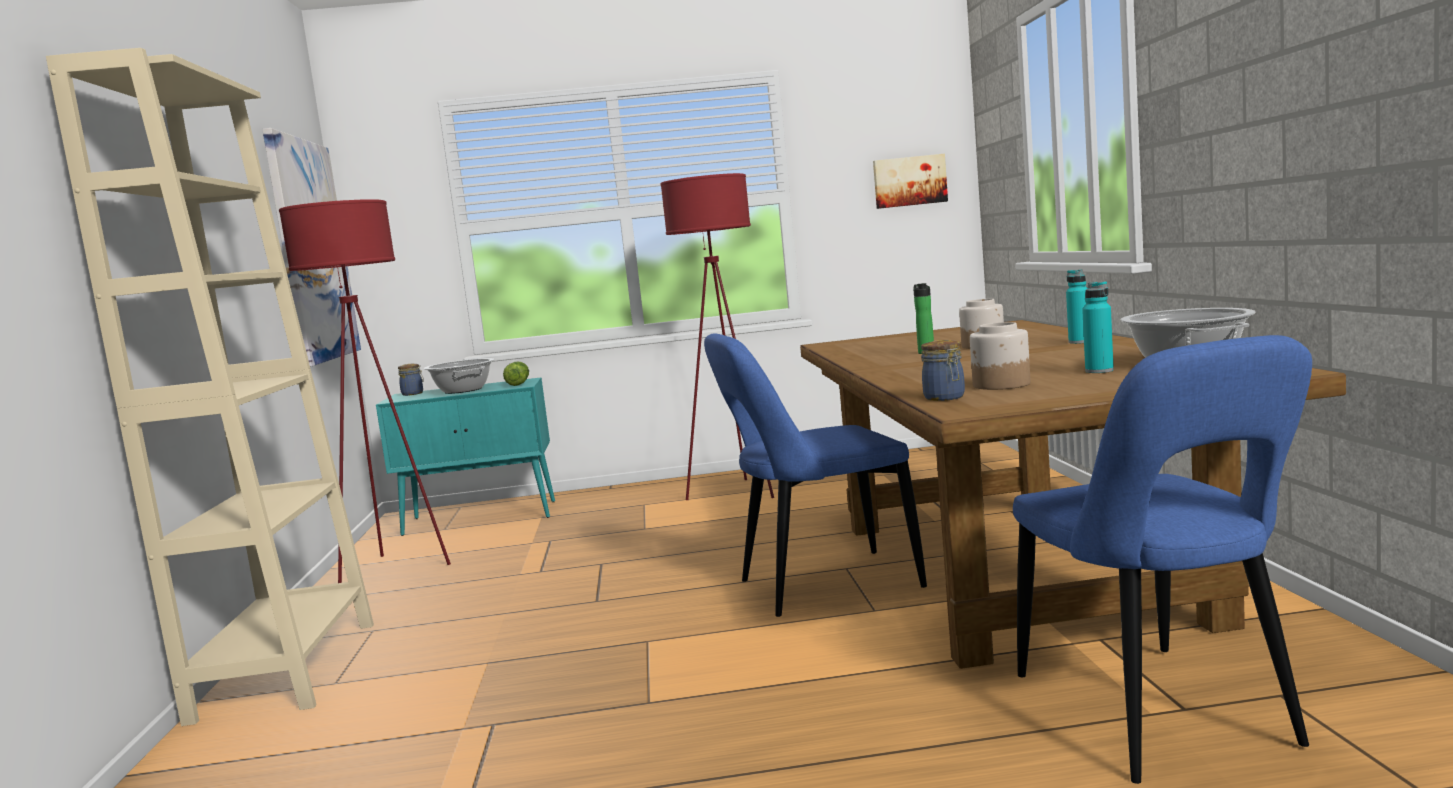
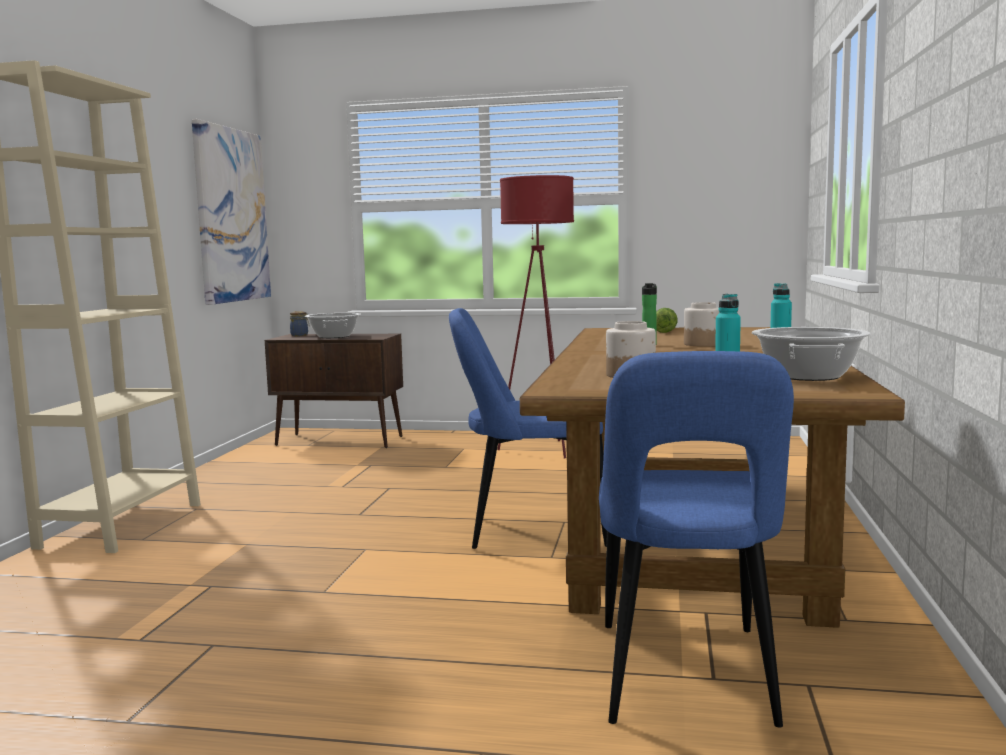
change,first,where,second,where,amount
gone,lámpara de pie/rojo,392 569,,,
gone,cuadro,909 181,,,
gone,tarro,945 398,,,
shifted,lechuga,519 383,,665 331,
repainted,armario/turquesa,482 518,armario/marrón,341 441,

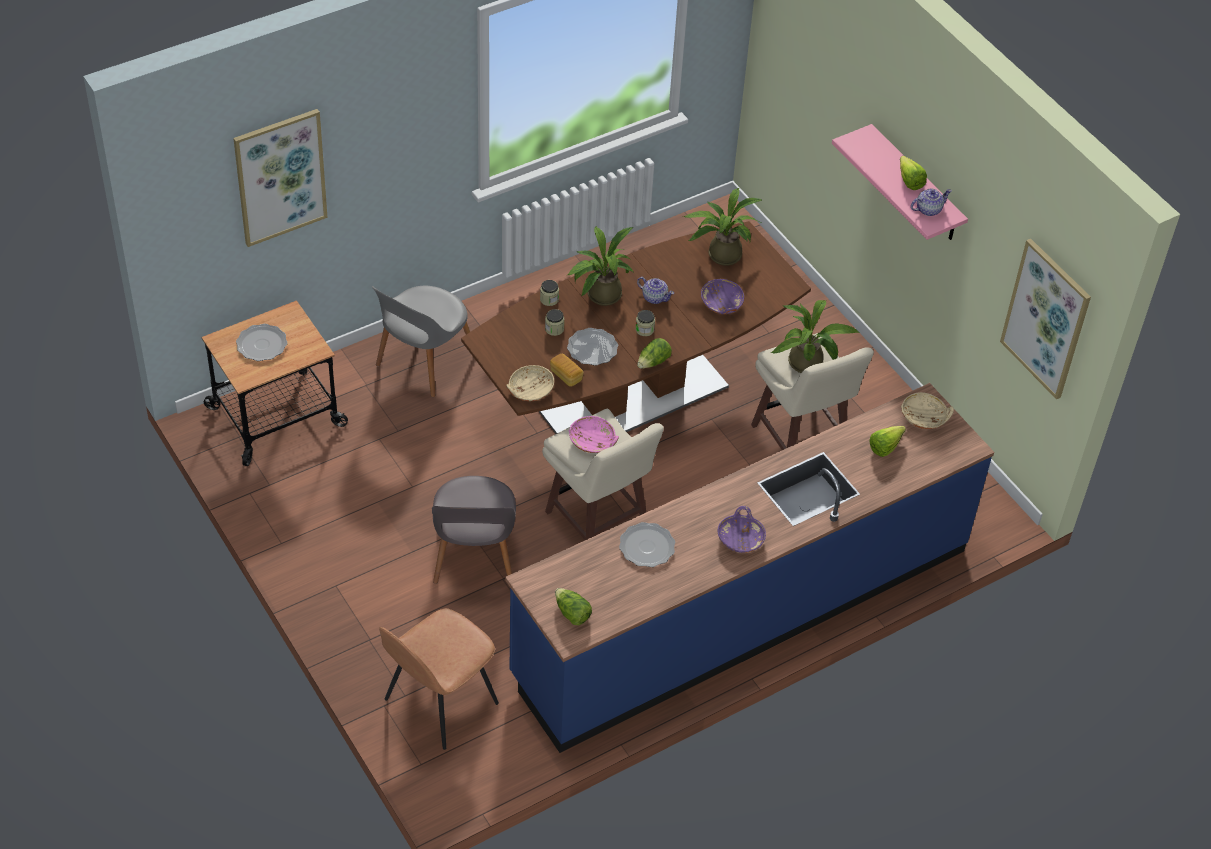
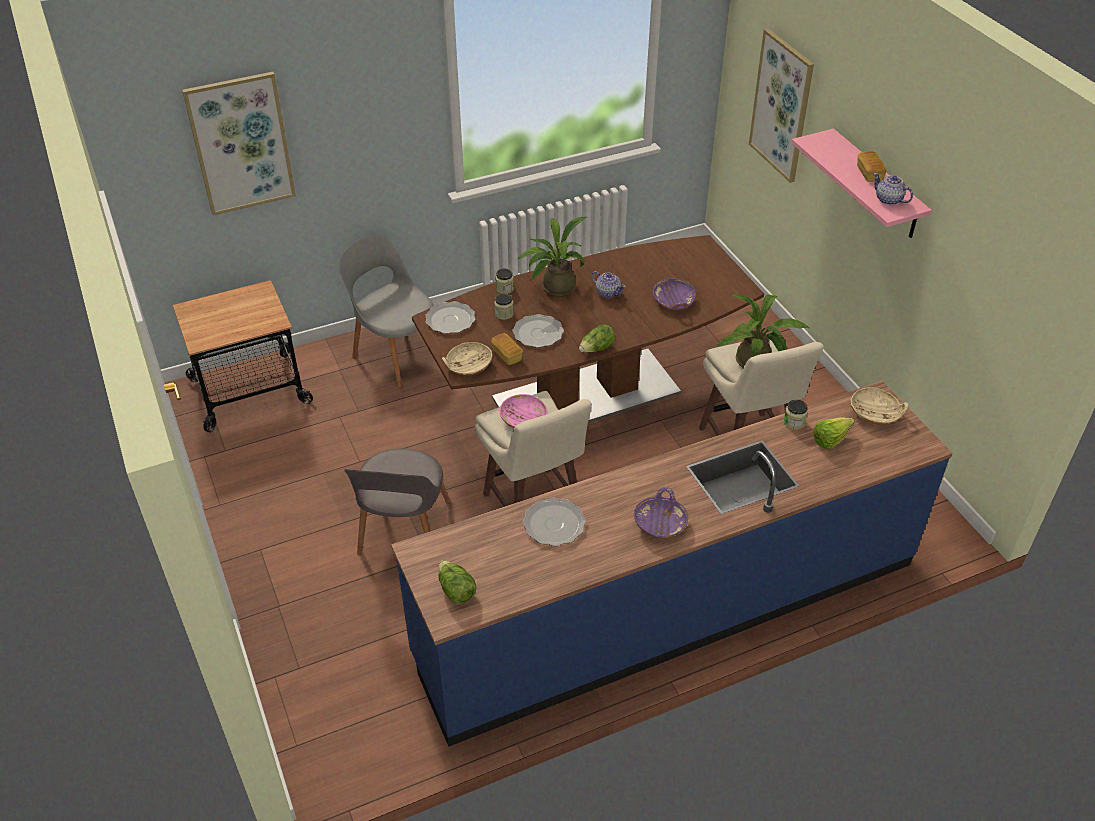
change,first,where,second,where,amount
gone,silla/marrón,439 703,,,
gone,planta en maceta,720 254,,,
shifted,plato,262 344,,450 319,
shifted,tarro,644 329,,794 422,
shifted,cuadro,1046 318,,781 106,
swapped,lechuga,909 179,pan,869 174,
rotated,silla/gris,423 362,,397 354,90 degrees clockwise
rotated,tetera,928 209,,889 200,120 degrees counterclockwise

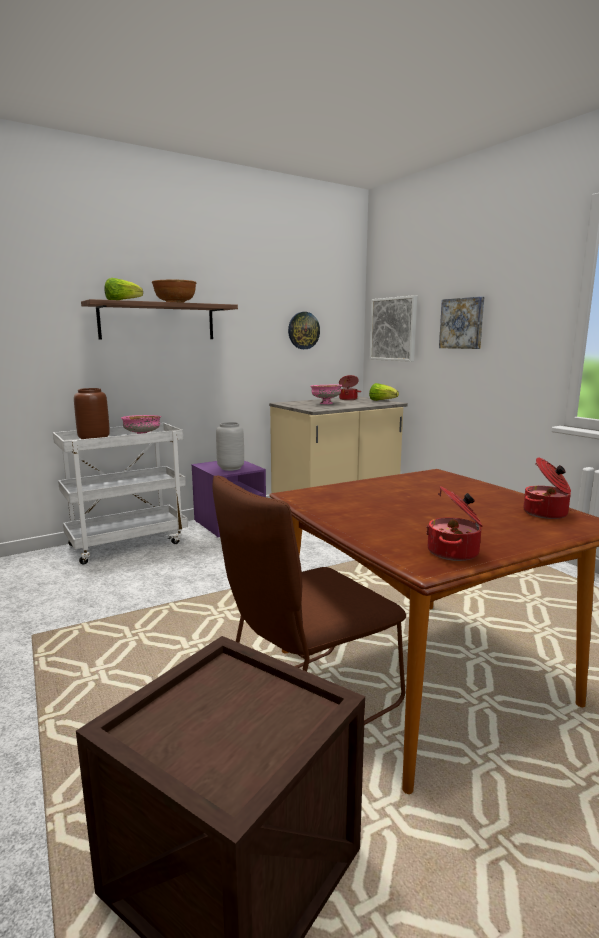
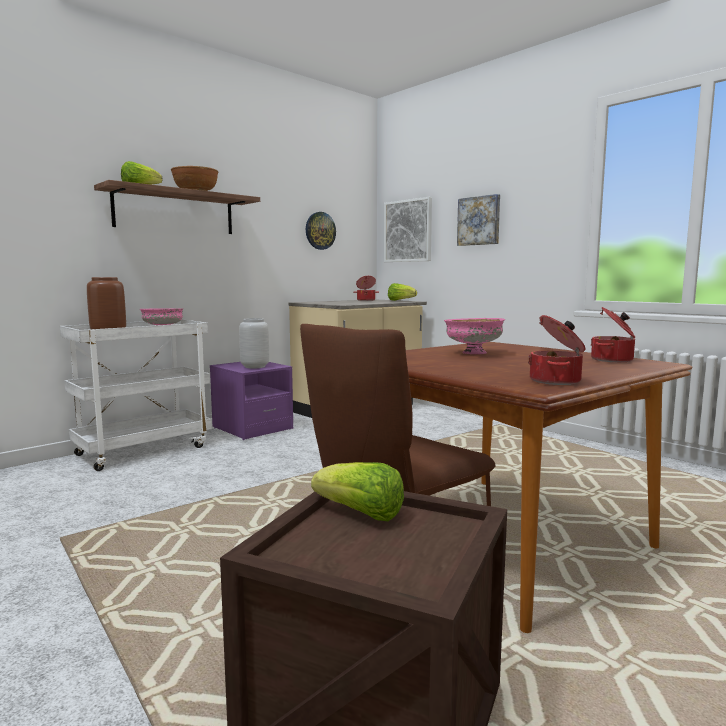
change,first,where,second,where,amount
new,,,lechuga,361 514,
shifted,cuenco/rosa,325 403,,473 353,

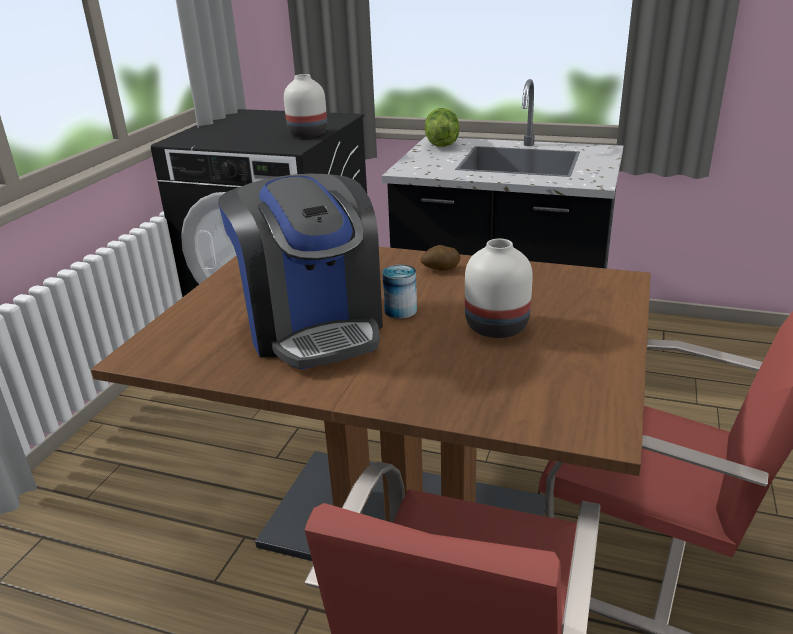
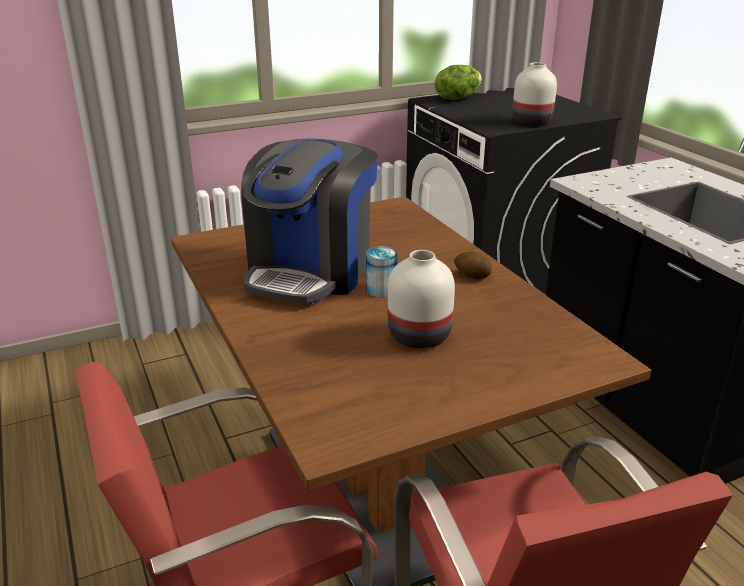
change,first,where,second,where,amount
shifted,lechuga,441 144,,457 98,

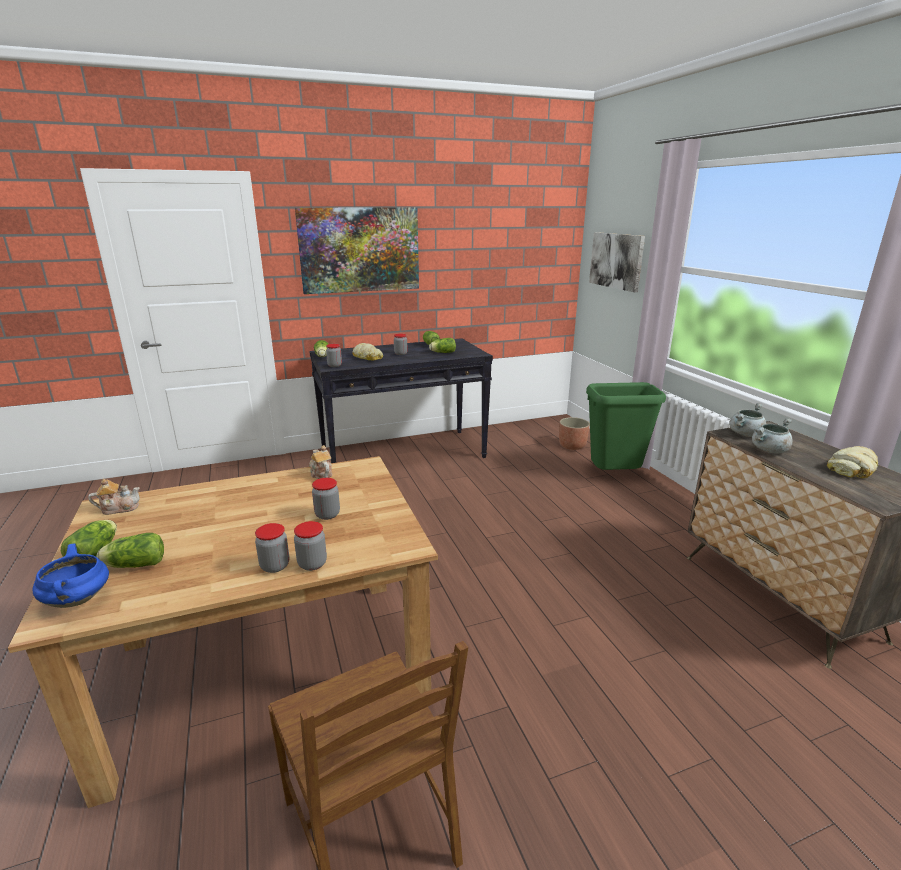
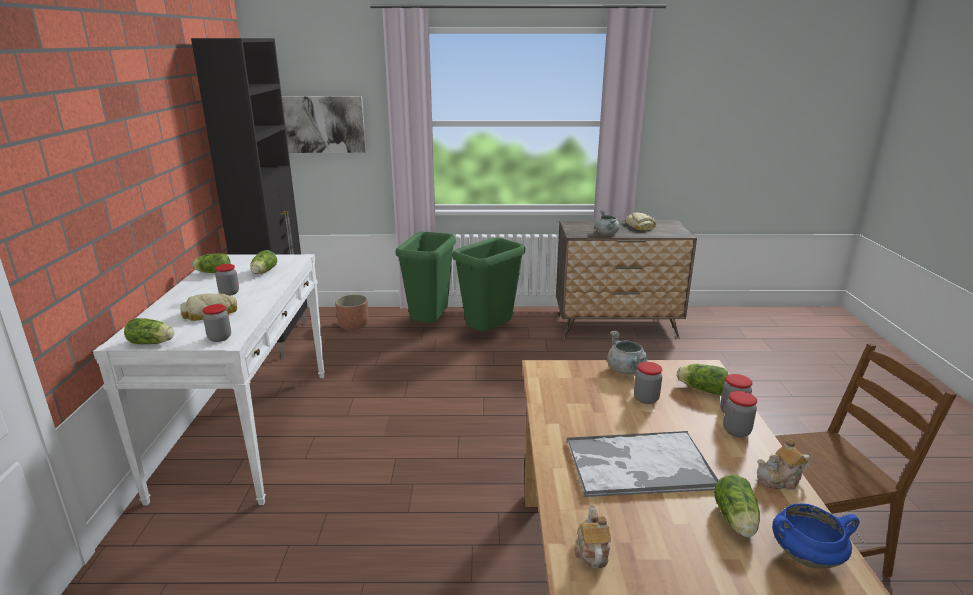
change,first,where,second,where,amount
gone,cuadro,360 250,,,
new,,,armario/negro,280 339,
new,,,papelera/verde,488 334,
new,,,bandeja,637 465,
shifted,lechuga,96 551,,700 389,
shifted,tetera,321 473,,780 480,
shifted,olla/gris,745 434,,627 371,
repainted,mesa consola/negro,403 454,mesa consola/blanco,247 430,

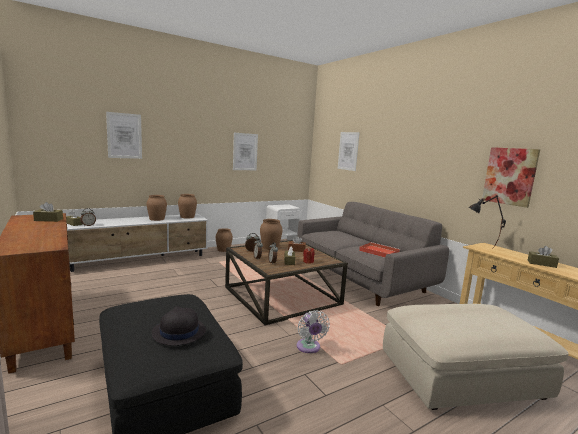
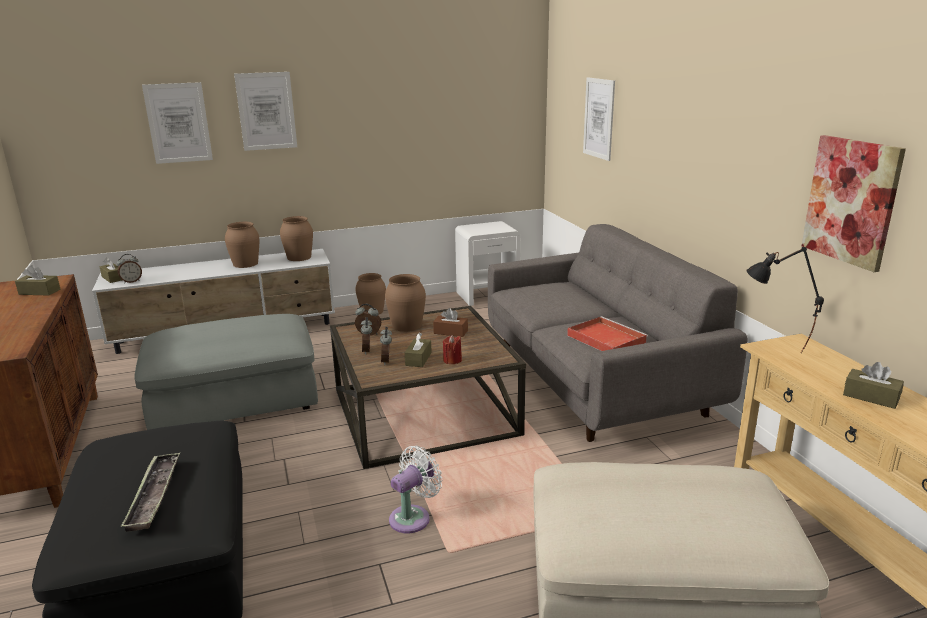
change,first,where,second,where,amount
new,,,puf/gris,235 397,
shifted,cuadro,245 152,,266 111,
swapped,sombrero/negro,178 332,bandeja,154 495,
rotated,ventilador/blanco,309 348,,413 517,135 degrees counterclockwise

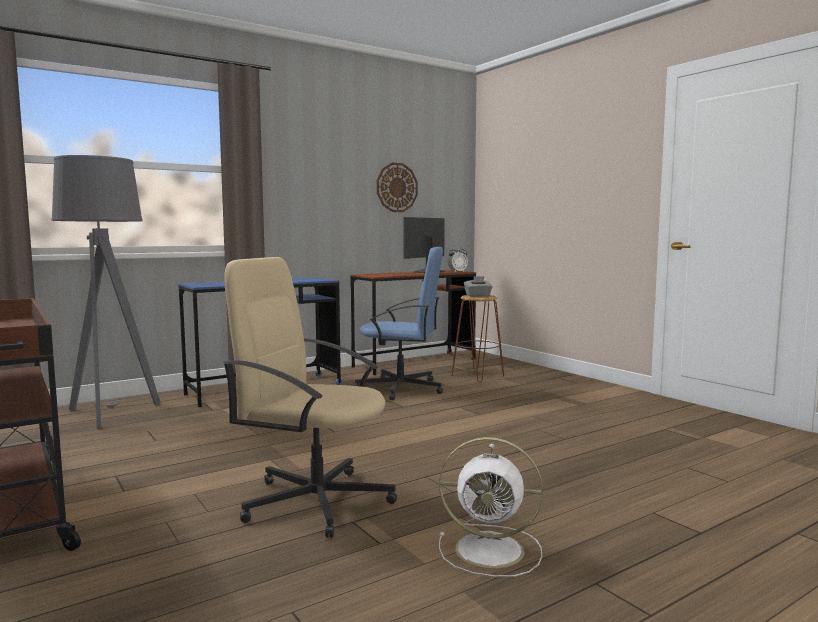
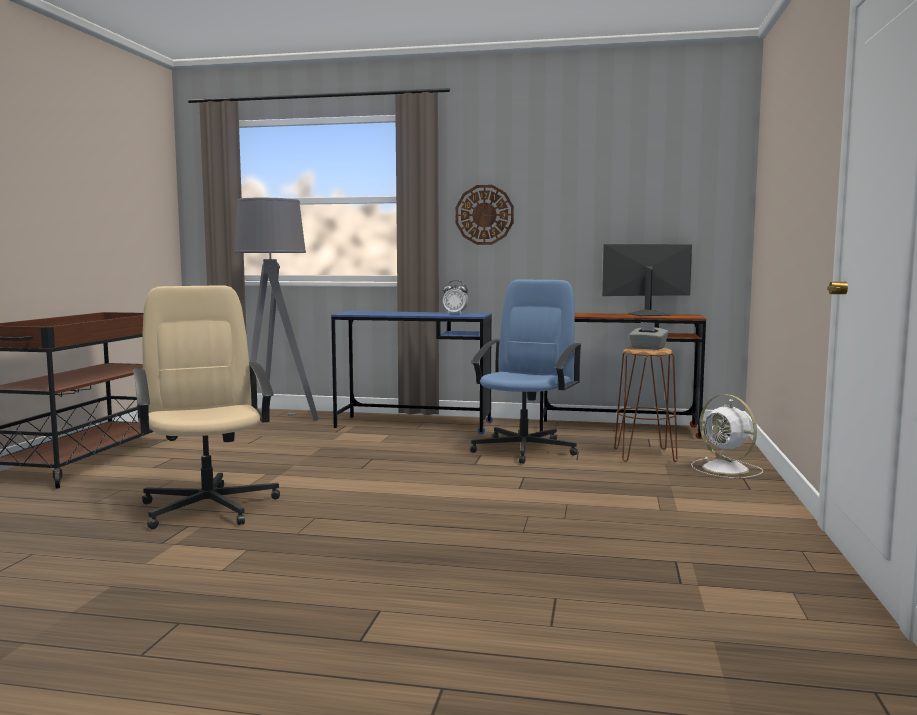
change,first,where,second,where,amount
shifted,reloj de pared,396 187,,484 215,
shifted,ventilador/blanco,492 550,,727 469,
shifted,despertador,457 272,,455 313,
rotated,silla de oficina/azul,402 388,,525 449,120 degrees counterclockwise

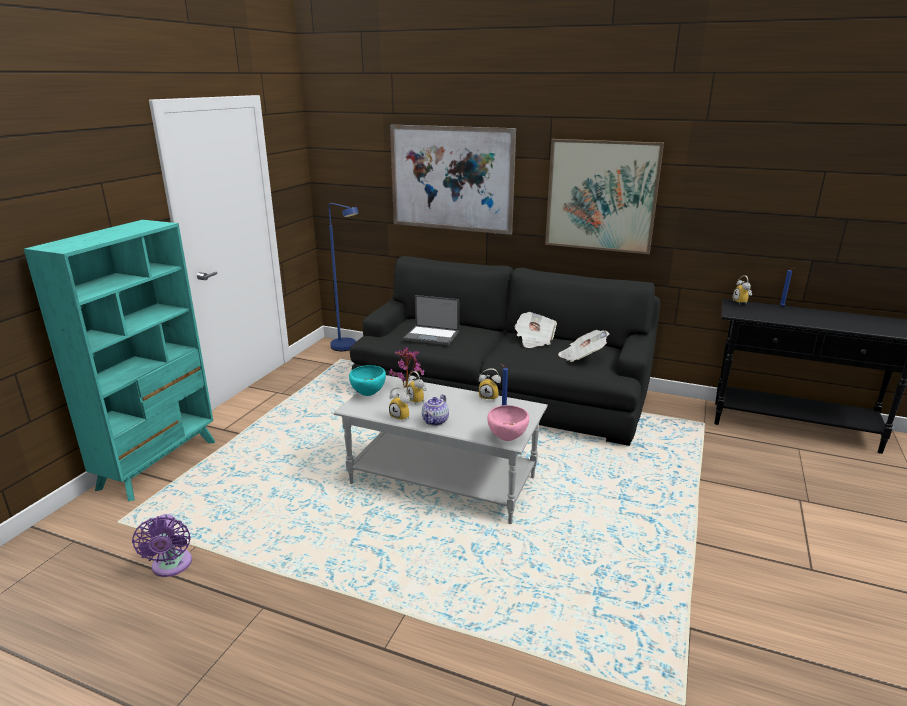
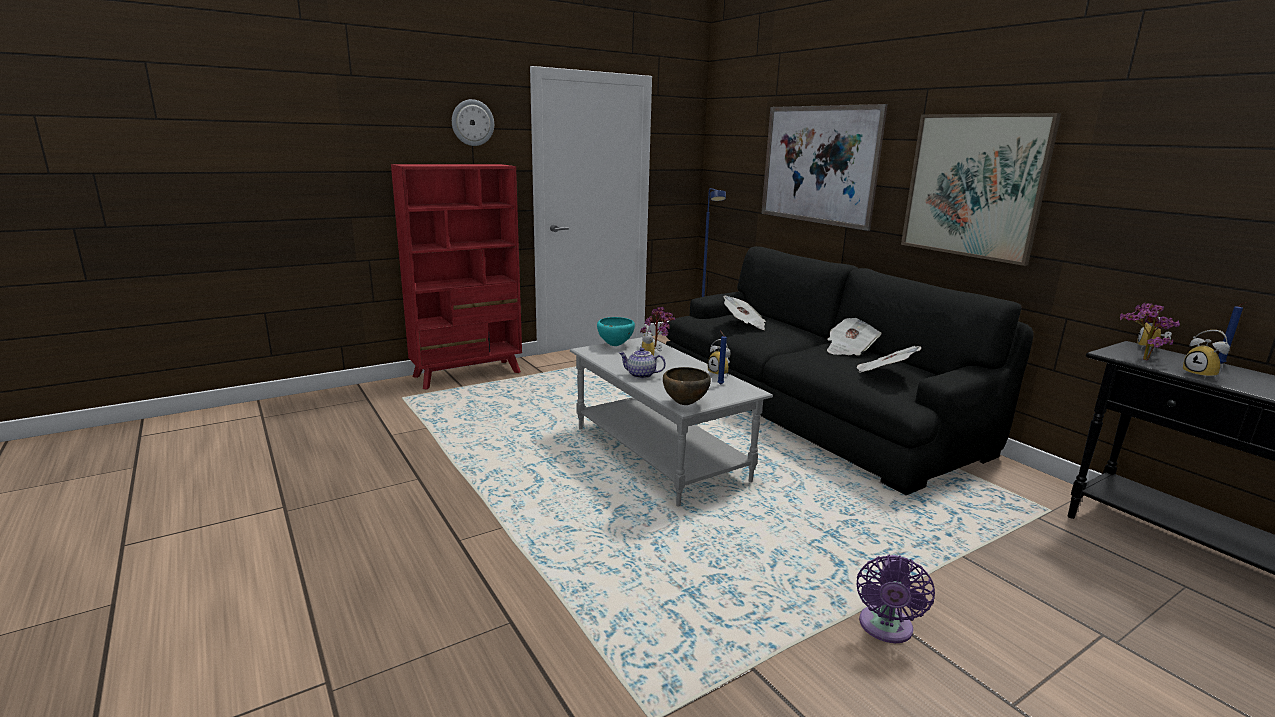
change,first,where,second,where,amount
new,,,reloj de pared,472 122,
new,,,planta en maceta,1140 358,
shifted,ventilador/morado,171 566,,885 629,
shifted,despertador,402 417,,1202 375,
swapped,portátil,432 335,periódico,744 325,
repainted,estantería/turquesa,159 464,estantería/rojo,468 374,
repainted,cuenco/rosa,507 439,cuenco/marrón,684 404,
rotated,tetera,436 421,,640 375,45 degrees clockwise

